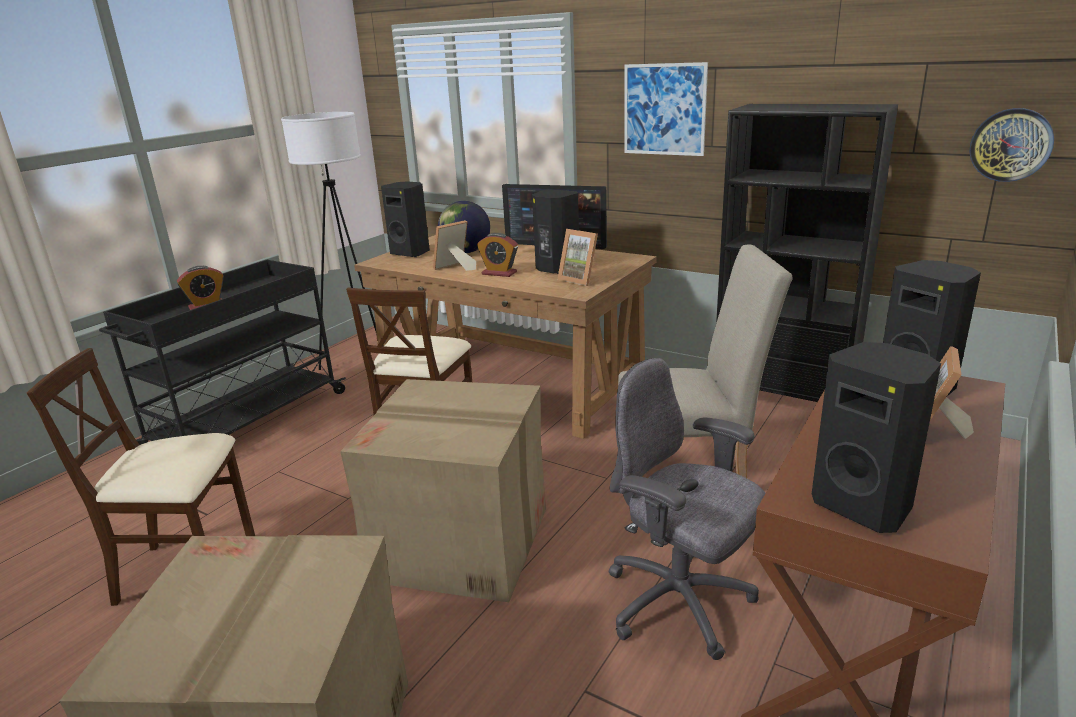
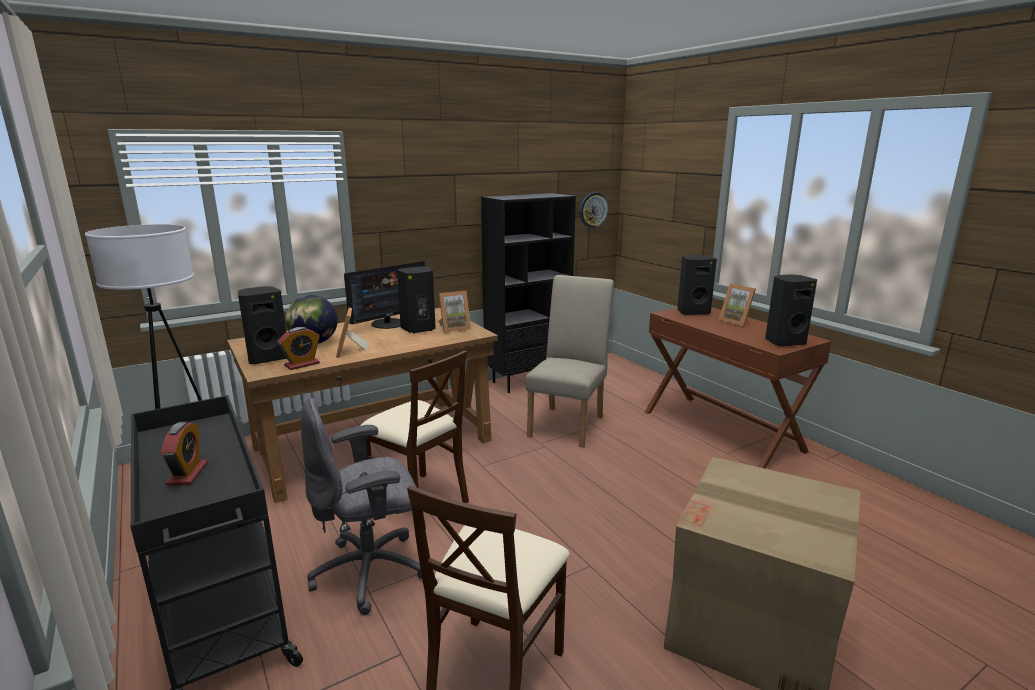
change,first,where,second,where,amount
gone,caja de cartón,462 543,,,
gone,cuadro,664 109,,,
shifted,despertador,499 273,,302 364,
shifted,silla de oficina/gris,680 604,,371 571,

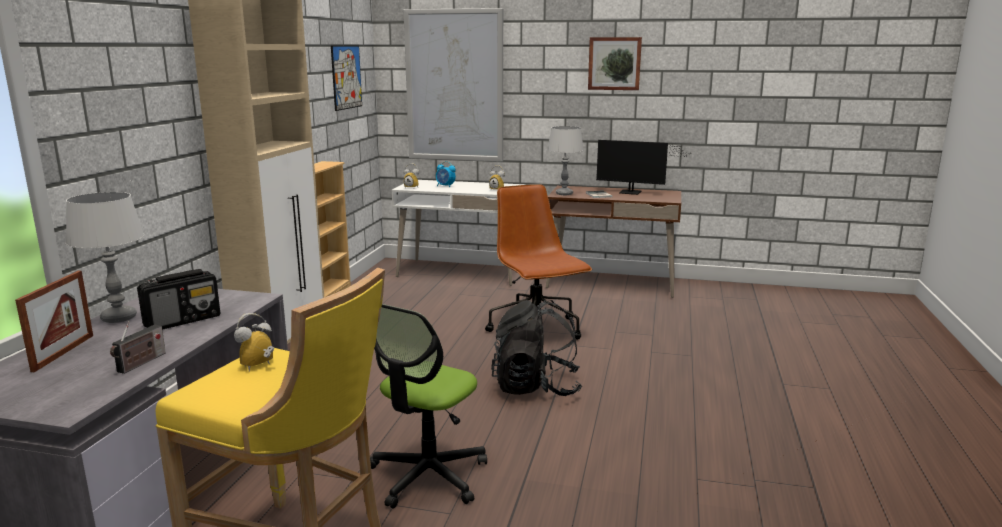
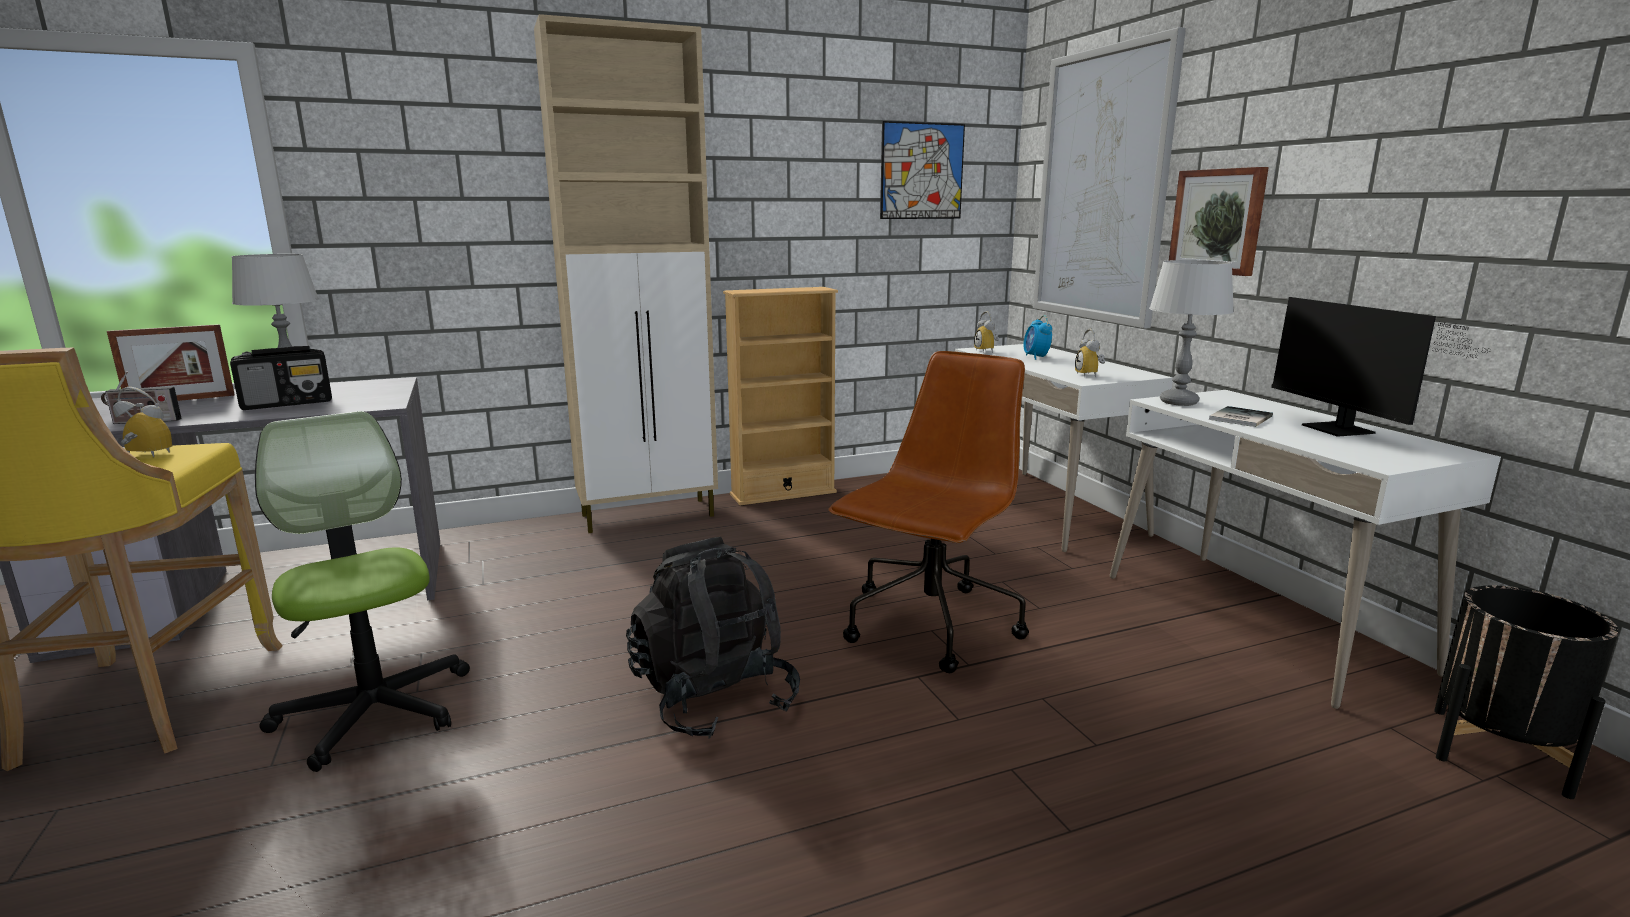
change,first,where,second,where,amount
new,,,maceta/negro,1498 751,
shifted,cuadro,614 63,,1218 221,
repainted,escritorio/marrón,611 283,escritorio/blanco,1258 621,
rotated,radio,183 321,,288 404,45 degrees counterclockwise
rotated,silla de oficina,428 475,,374 711,60 degrees clockwise

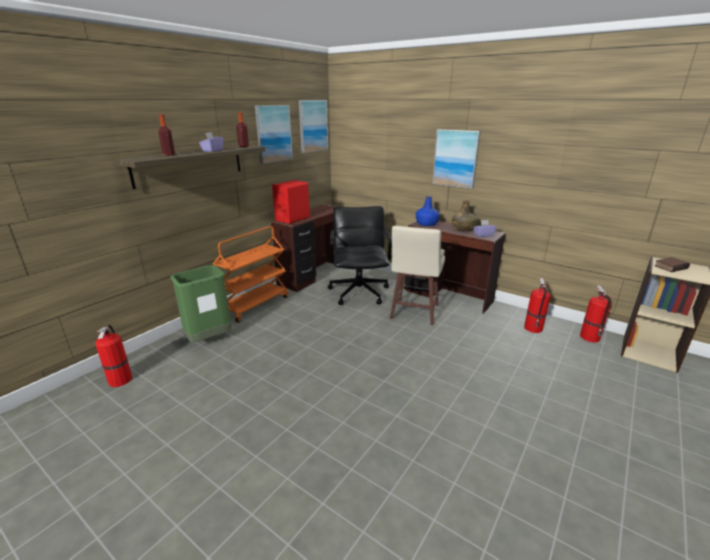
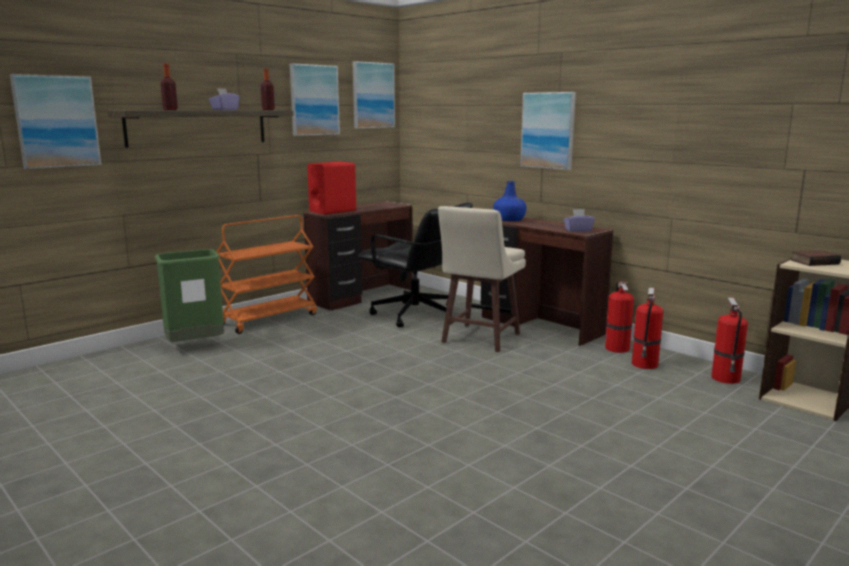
change,first,where,second,where,amount
gone,botella/verde,463 229,,,
new,,,cuadro,56 121,
shifted,extintor,120 379,,616 348,
rotated,silla de oficina/negro,359 292,,416 315,120 degrees clockwise

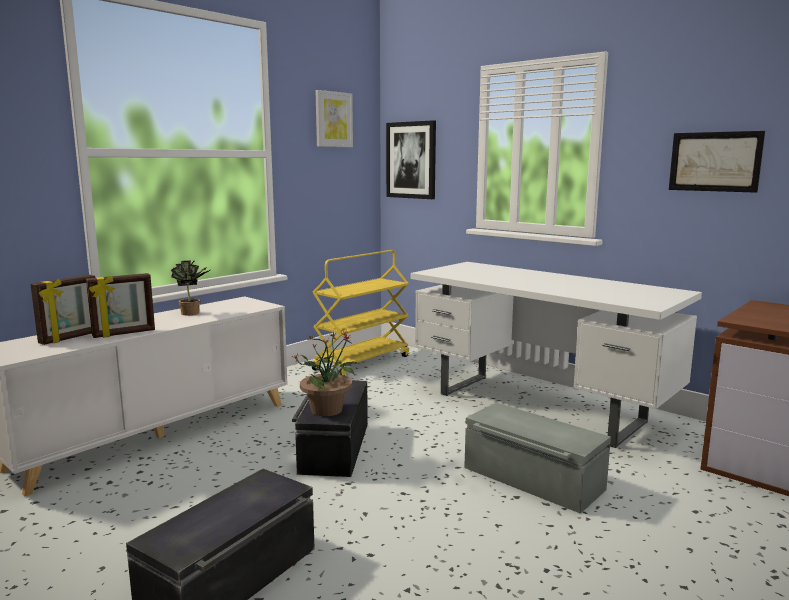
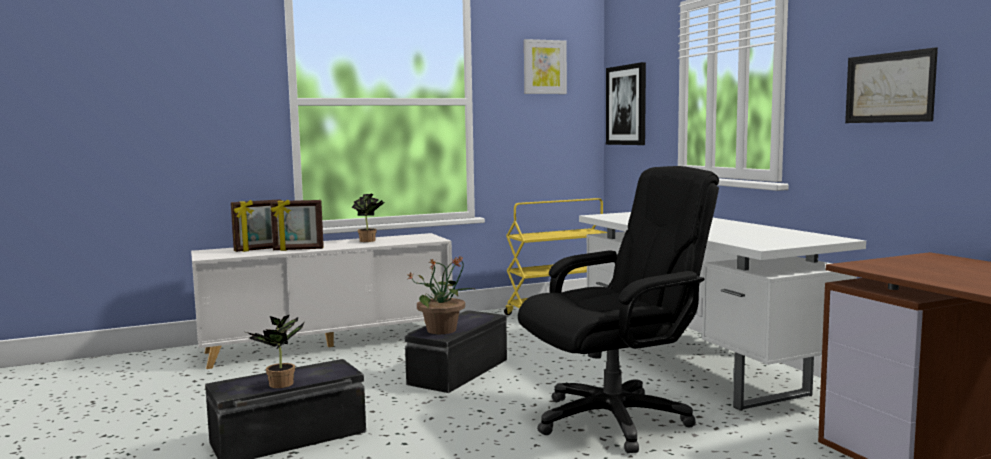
change,first,where,second,where,amount
new,,,planta en maceta,279 385,
swapped,caja de almacenaje/gris,532 479,silla de oficina/negro,613 420,

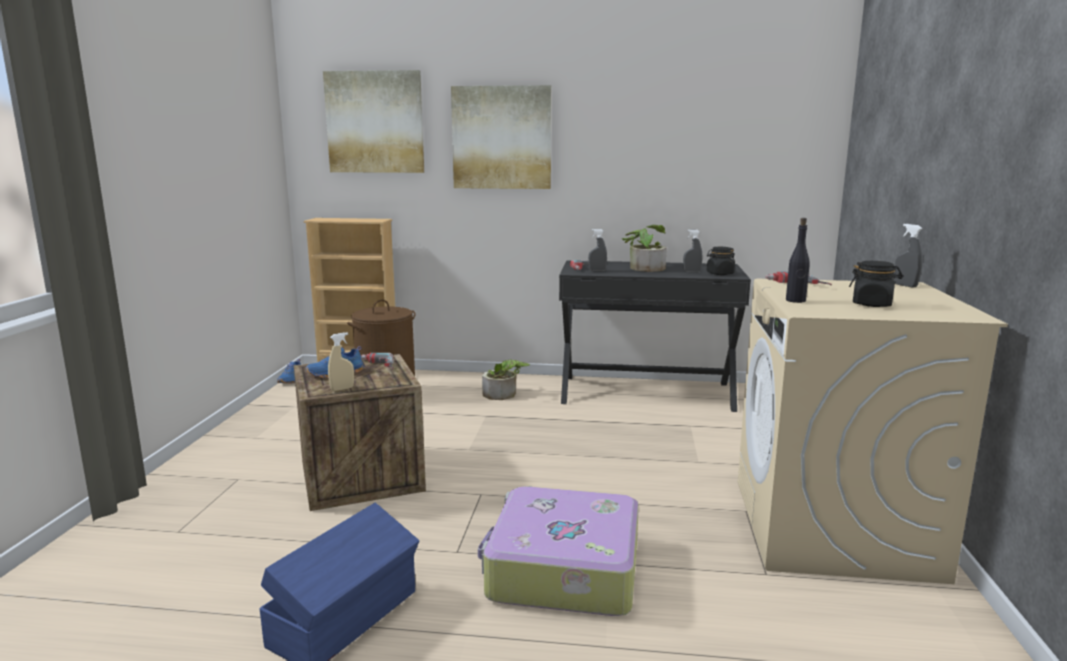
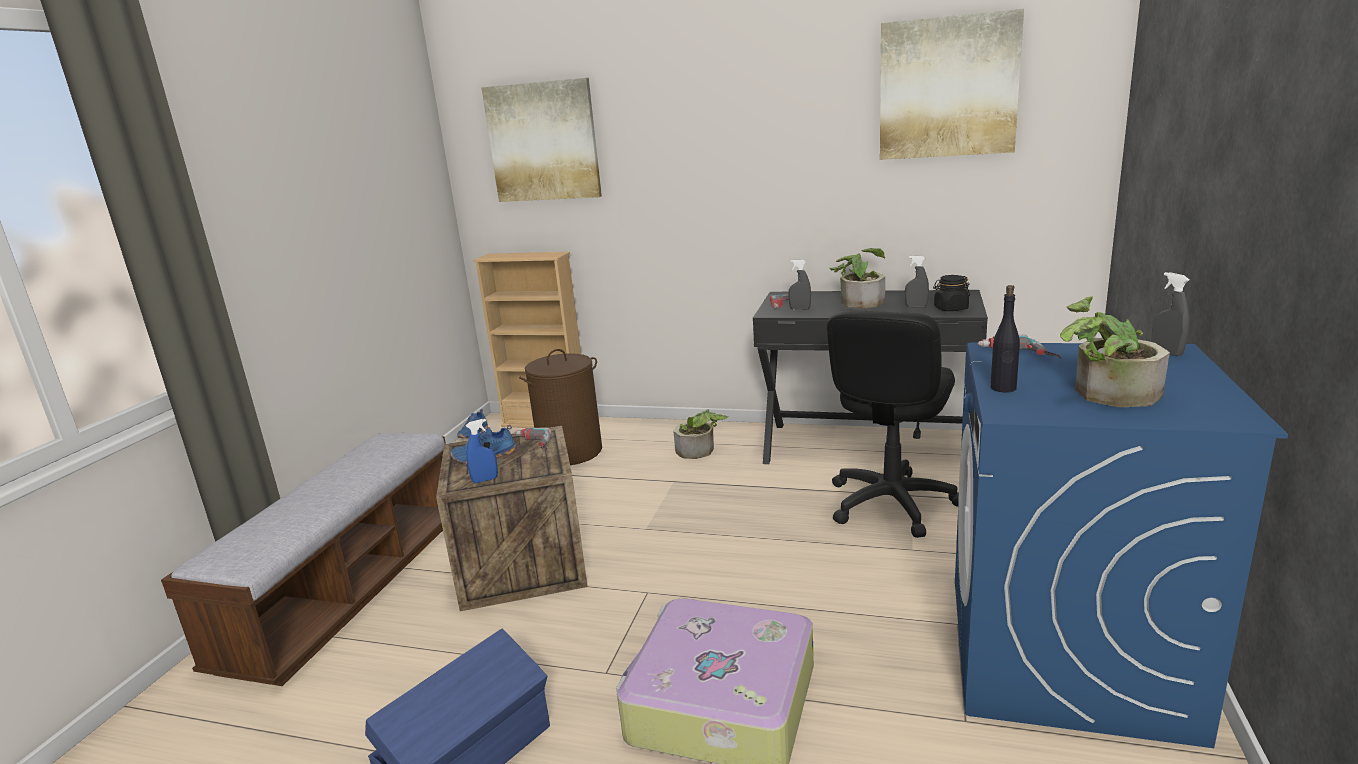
change,first,where,second,where,amount
new,,,banco,349 588,
new,,,silla de oficina/negro,891 503,
shifted,cuadro,502 138,,947 87,
swapped,tarro/negro,872 304,planta en maceta,1105 394,
repainted,pulverizador/beis,342 389,pulverizador/azul,485 480,
repainted,lavadora/beis,833 528,lavadora/azul,1065 654,

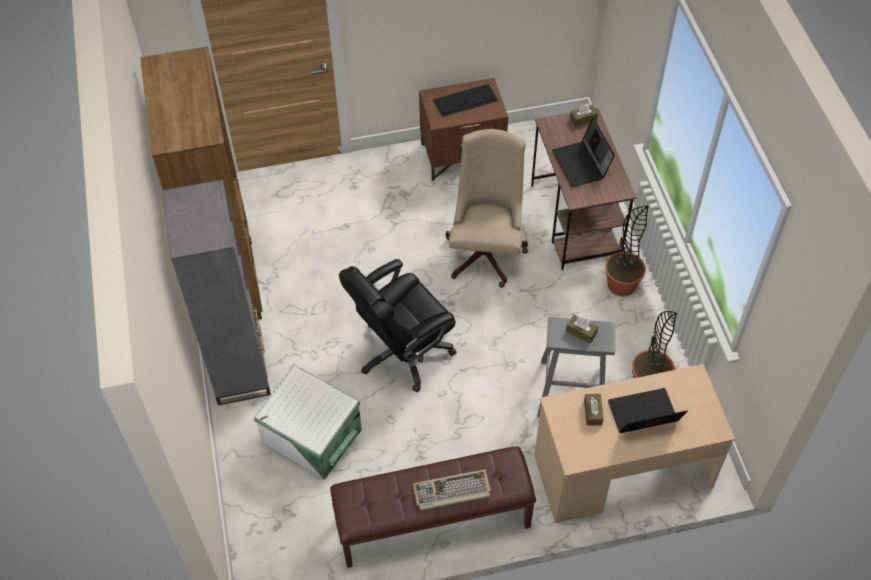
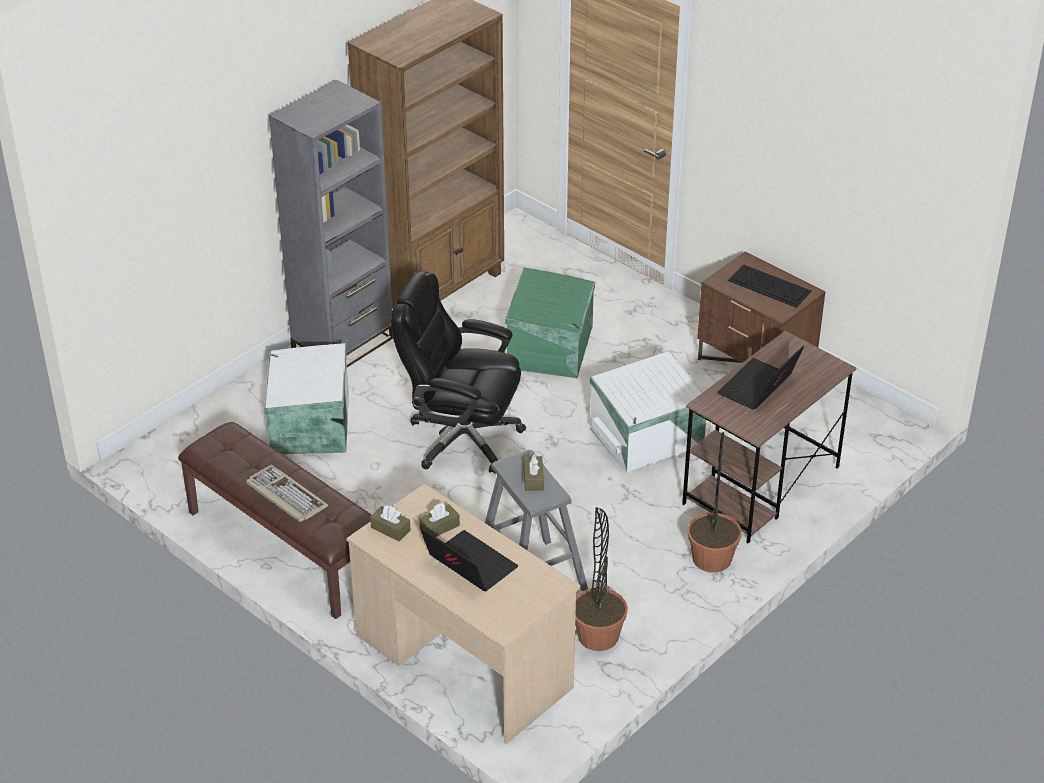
change,first,where,second,where,amount
new,,,caja de almacenaje/verde,552 347,
shifted,caja de pañuelos/marrón,583 119,,390 529,
swapped,silla de oficina/beis,486 250,caja de almacenaje/blanco,648 438,

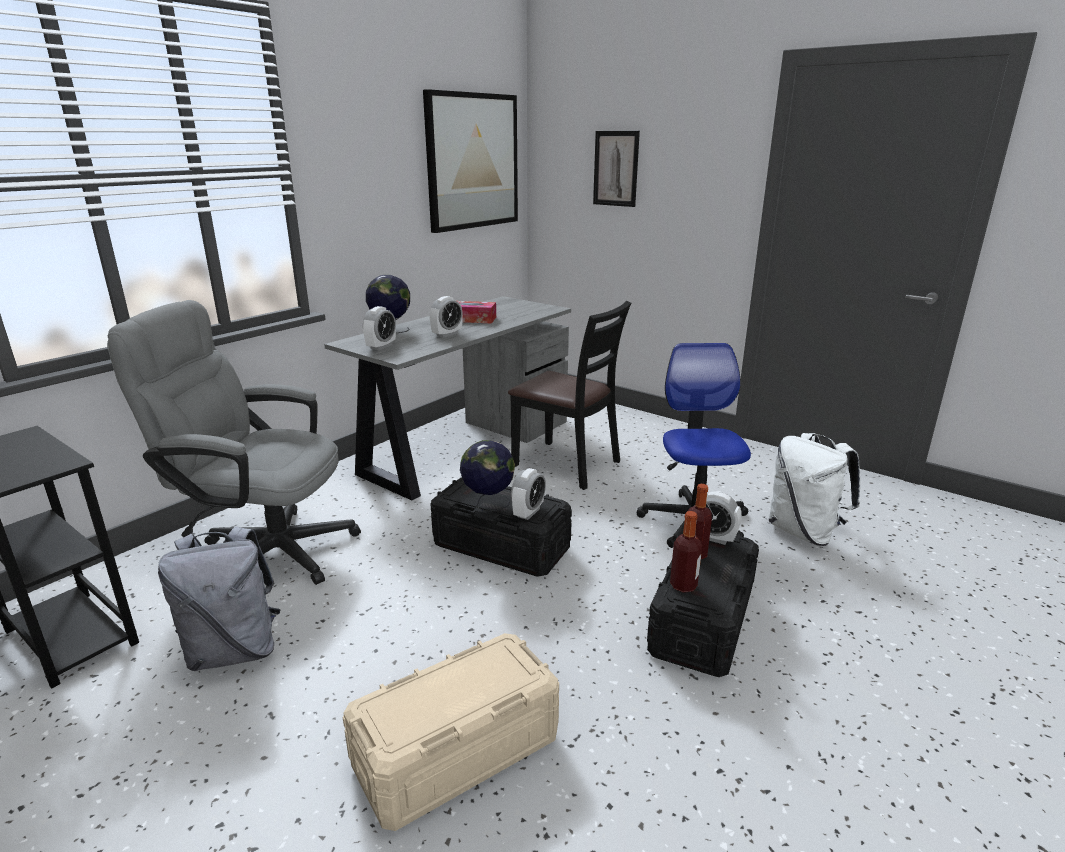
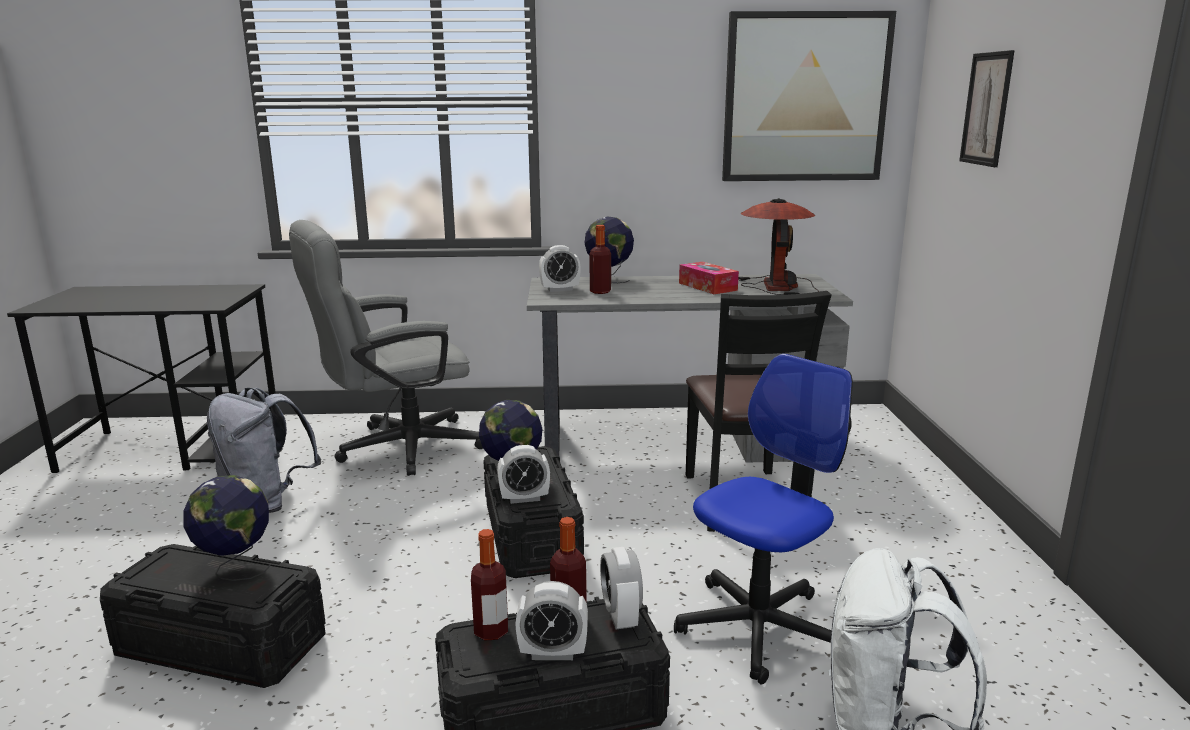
change,first,where,second,where,amount
new,,,globo terráqueo,235 568,
new,,,botella,600 292,
new,,,lámpara de mesa,777 285,
shifted,despertador,447 334,,553 653,
repainted,caja de almacenaje/beis,456 751,caja de almacenaje/negro,221 645,
rotated,silla de oficina/gris,265 548,,396 449,90 degrees counterclockwise

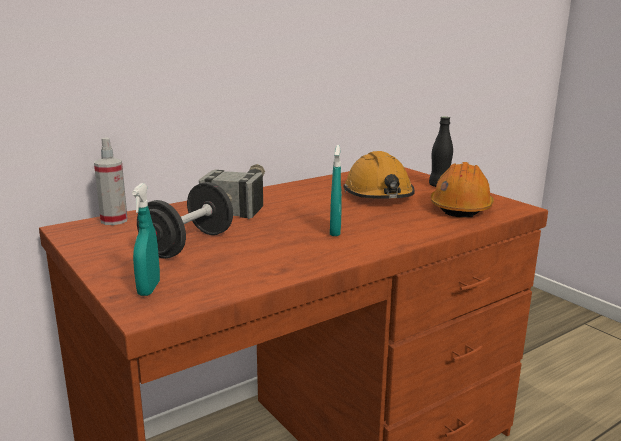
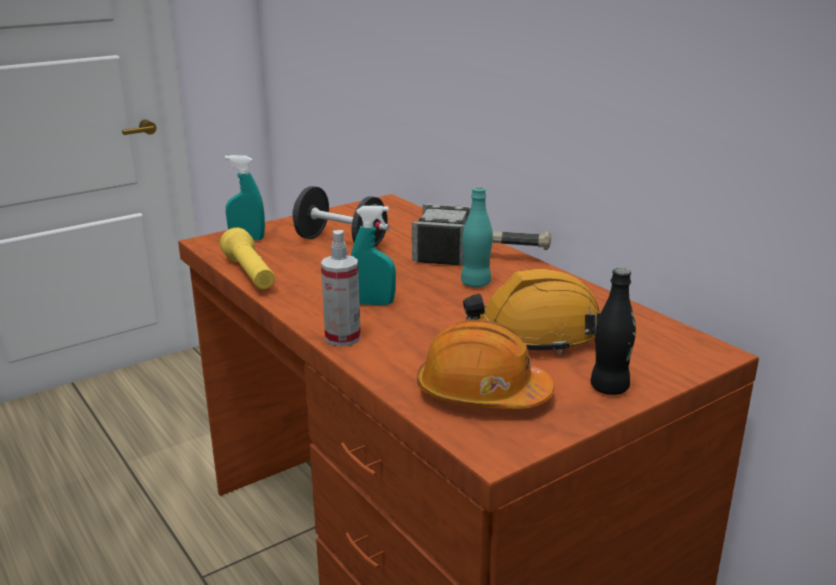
change,first,where,second,where,amount
new,,,linterna/amarillo,250 275,
new,,,botella/turquesa,475 283,
shifted,pulverizador,114 220,,343 338,

